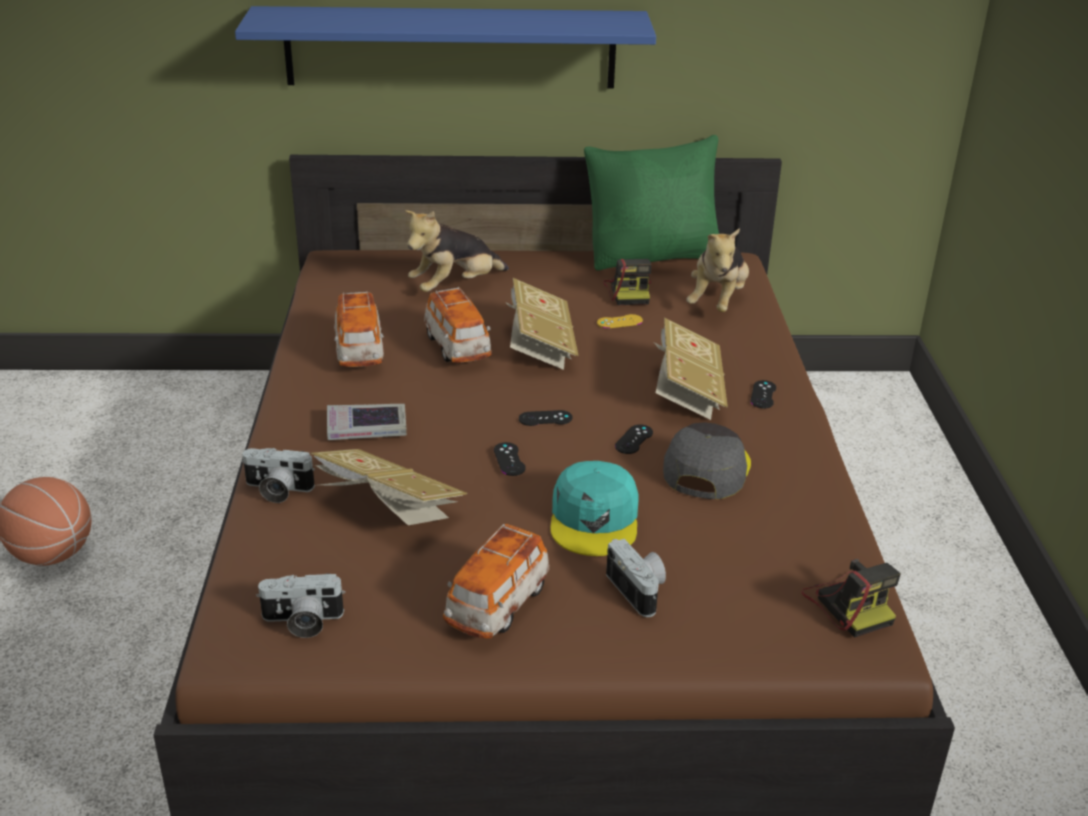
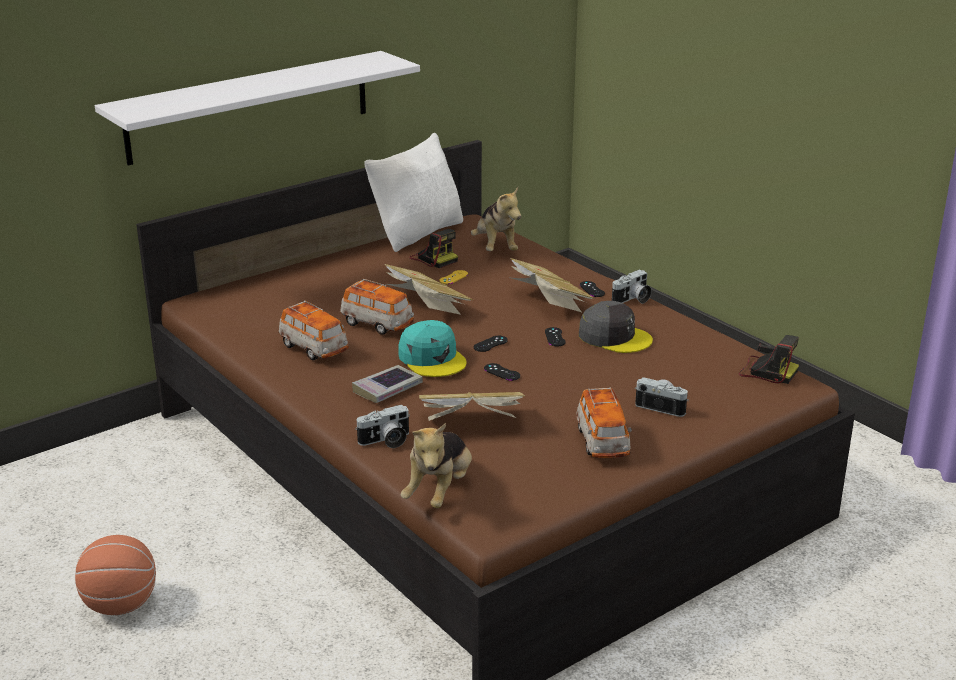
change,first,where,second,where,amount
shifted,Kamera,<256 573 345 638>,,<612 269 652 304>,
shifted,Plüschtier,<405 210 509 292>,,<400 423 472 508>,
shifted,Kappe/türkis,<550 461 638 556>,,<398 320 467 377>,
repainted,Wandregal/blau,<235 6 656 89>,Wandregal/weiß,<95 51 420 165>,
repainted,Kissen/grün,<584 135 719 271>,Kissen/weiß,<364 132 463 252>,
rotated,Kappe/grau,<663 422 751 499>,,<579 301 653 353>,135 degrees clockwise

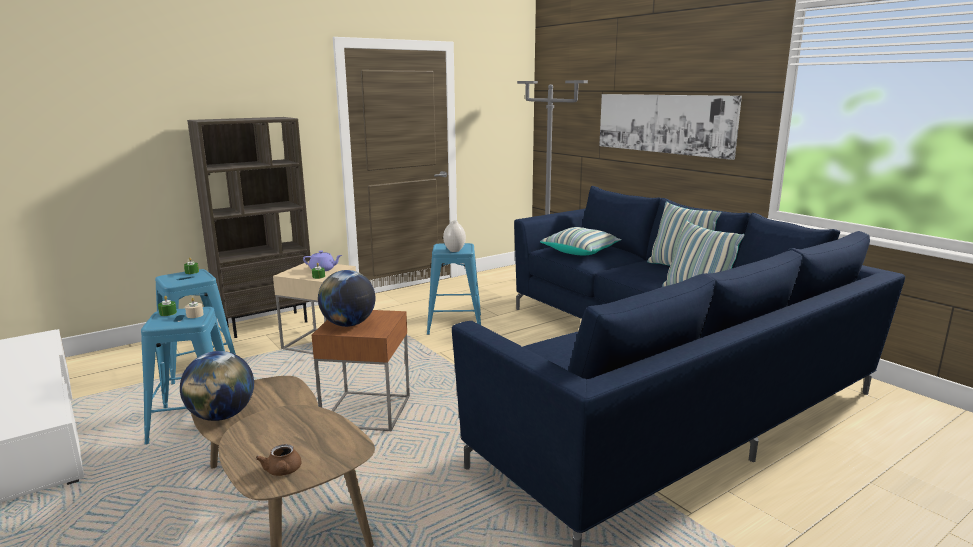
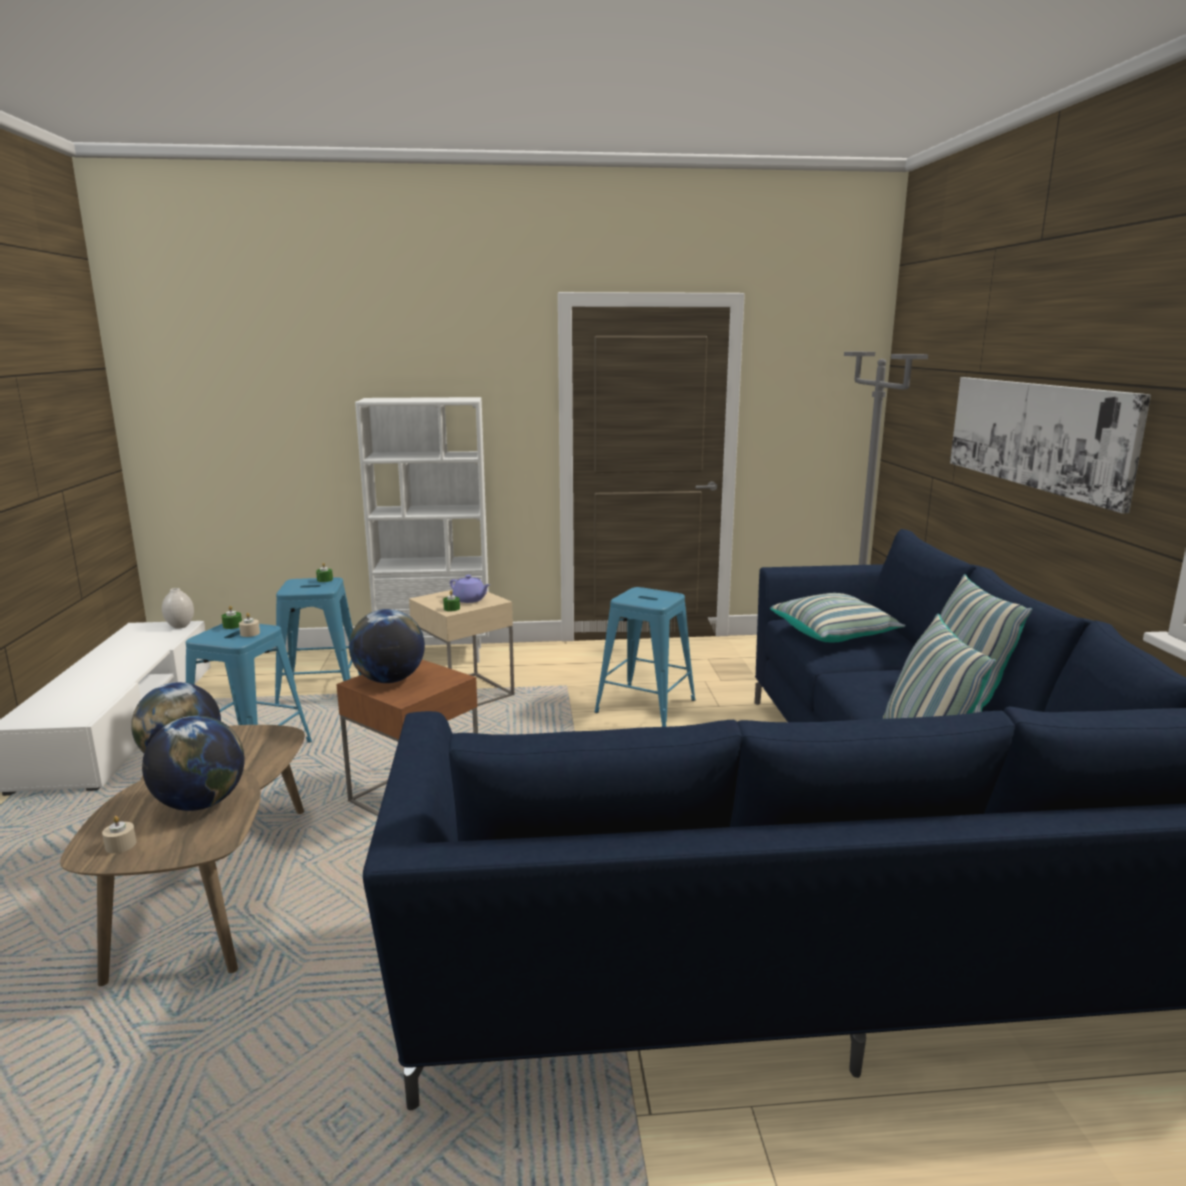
change,first,where,second,where,amount
new,,,Globus,<142 716 245 811>,
shifted,Vase/weiß,<443 220 466 252>,,<162 588 194 629>,
swapped,Teekanne/braun,<256 444 301 476>,Kerze/beige,<102 816 137 853>,
repainted,Bücherregal/braun,<187 117 311 338>,Bücherregal/weiß,<355 397 489 663>,

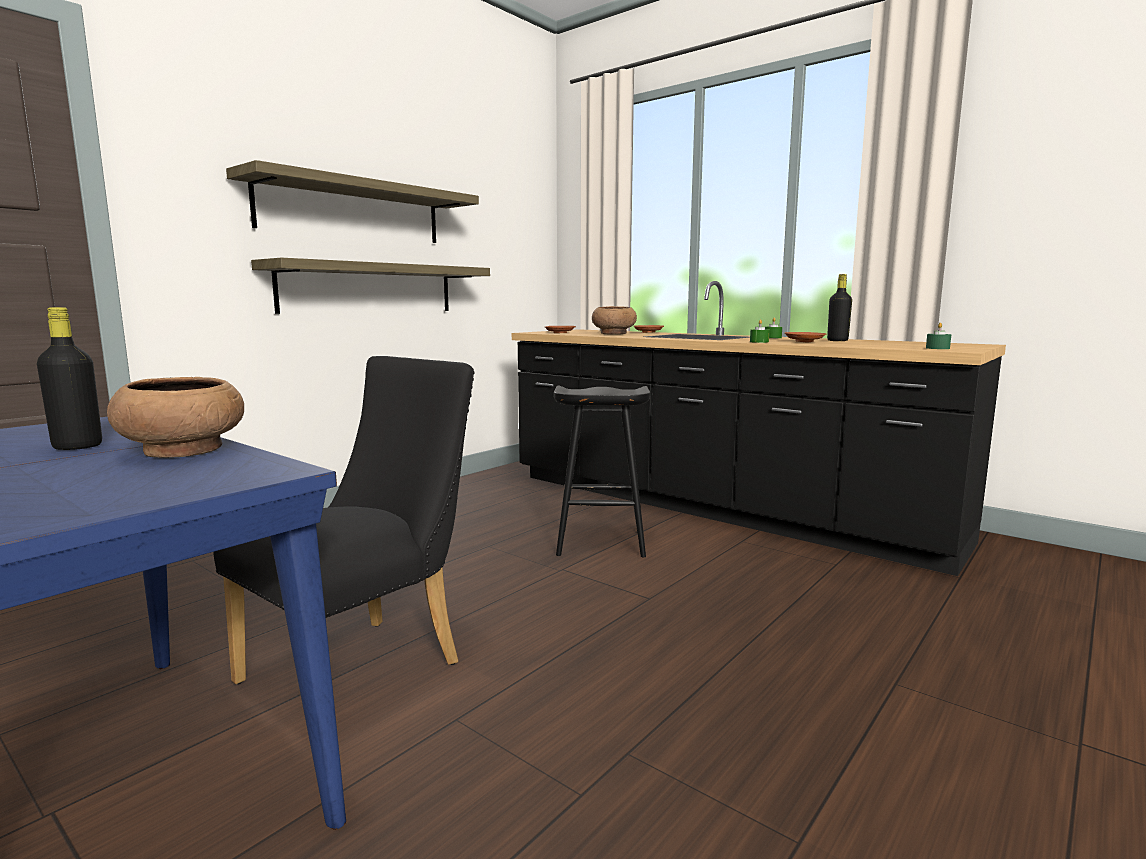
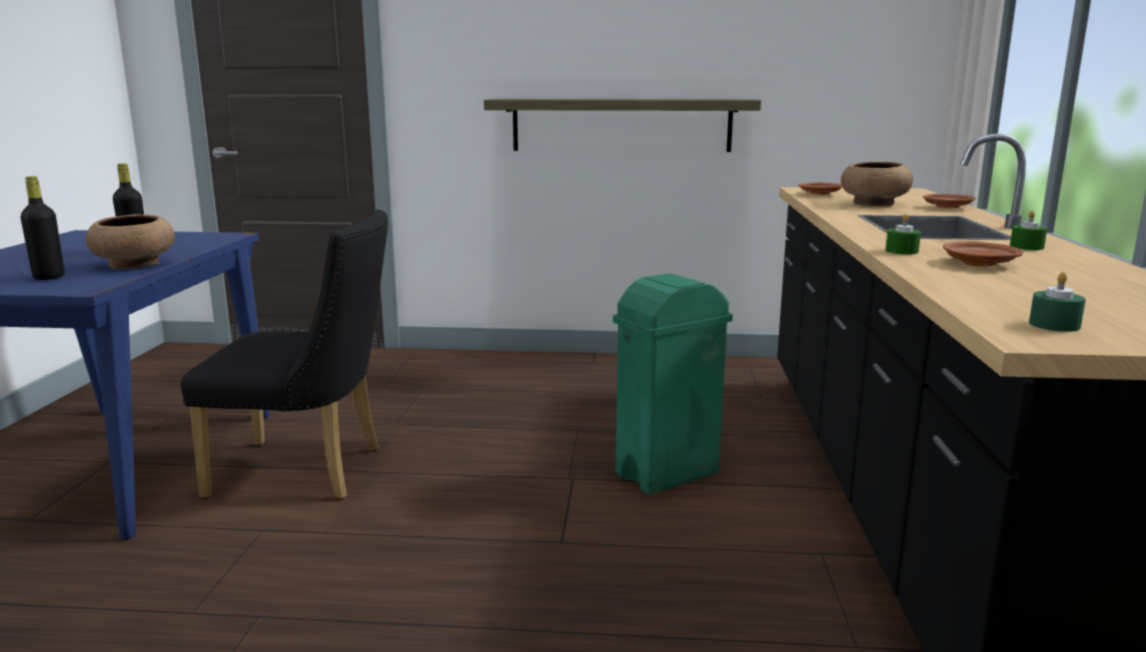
change,first,where,second,where,amount
gone,Wandregal,<226 160 479 243>,,,
shifted,Flasche/schwarz,<827 274 852 341>,,<20 176 64 280>,
swapped,Hocker/schwarz,<554 385 650 557>,Mülleimer/grün,<613 273 733 495>,

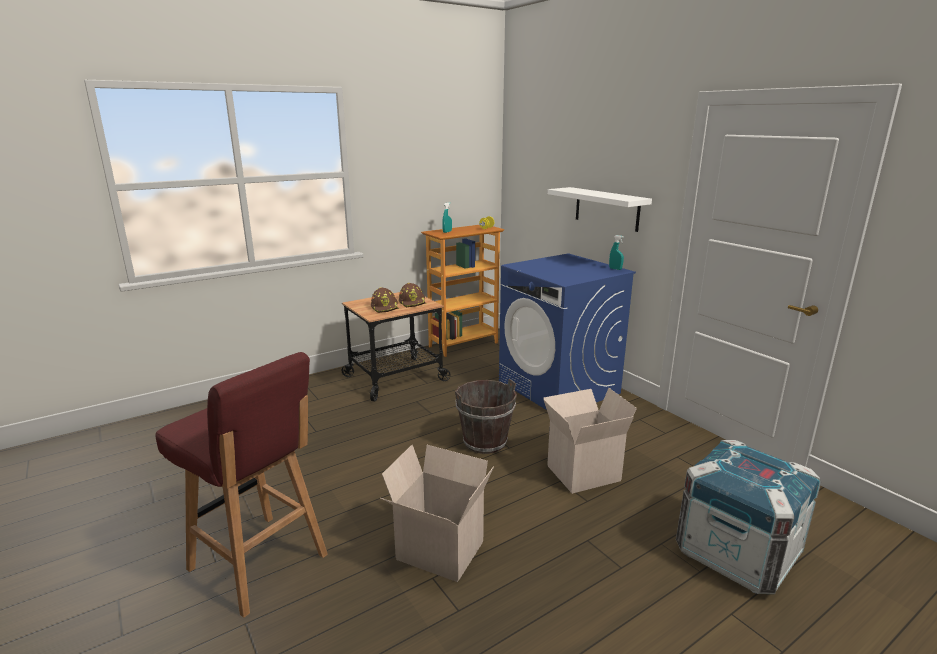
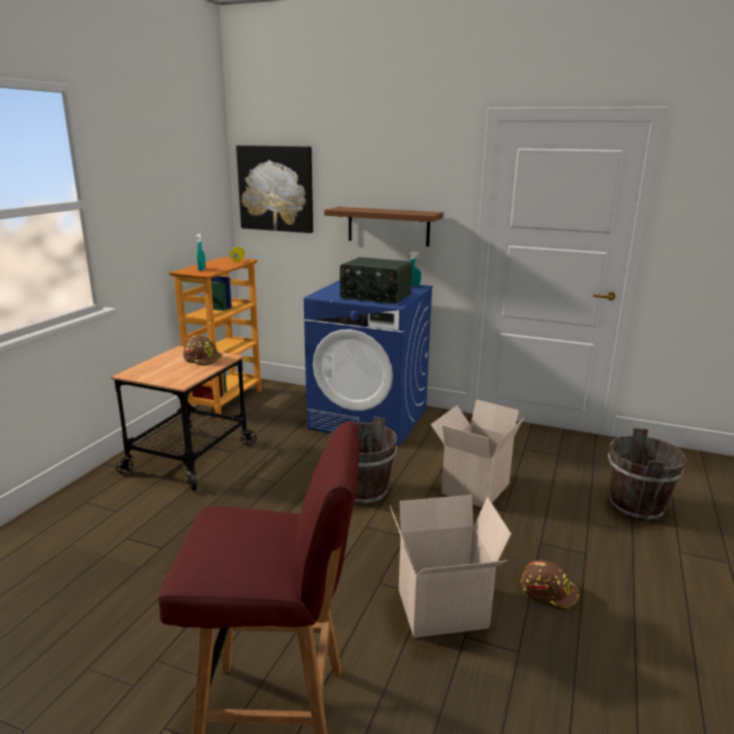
change,first,where,second,where,amount
new,,,Bild,<236 145 313 233>,
new,,,Radio,<340 257 412 304>,
shifted,Schutzhelm/braun,<371 287 399 313>,,<521 560 579 611>,
swapped,Kiste,<676 440 821 594>,Eimer/braun,<608 428 687 521>,
repainted,Wandregal/weiß,<548 187 652 232>,Wandregal/braun,<324 207 443 247>,

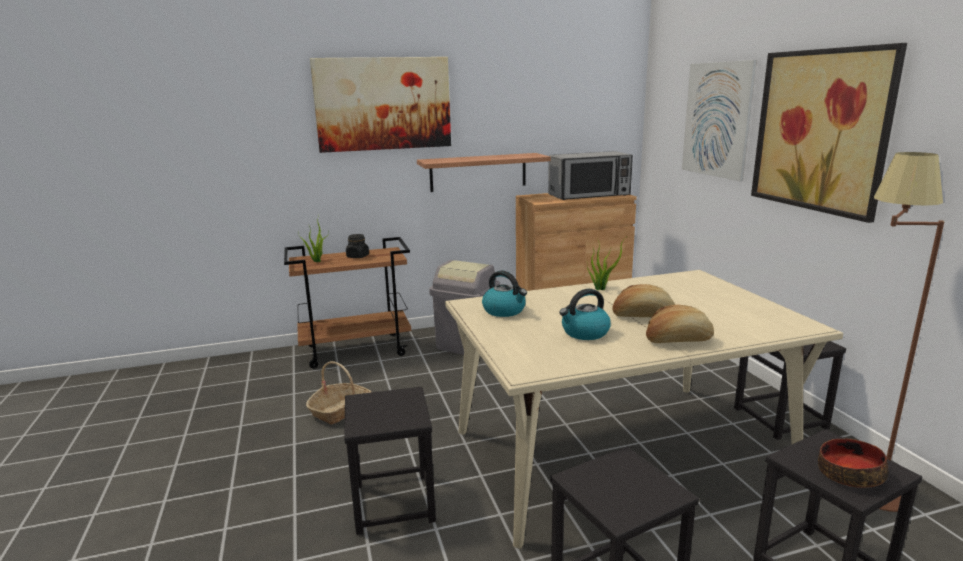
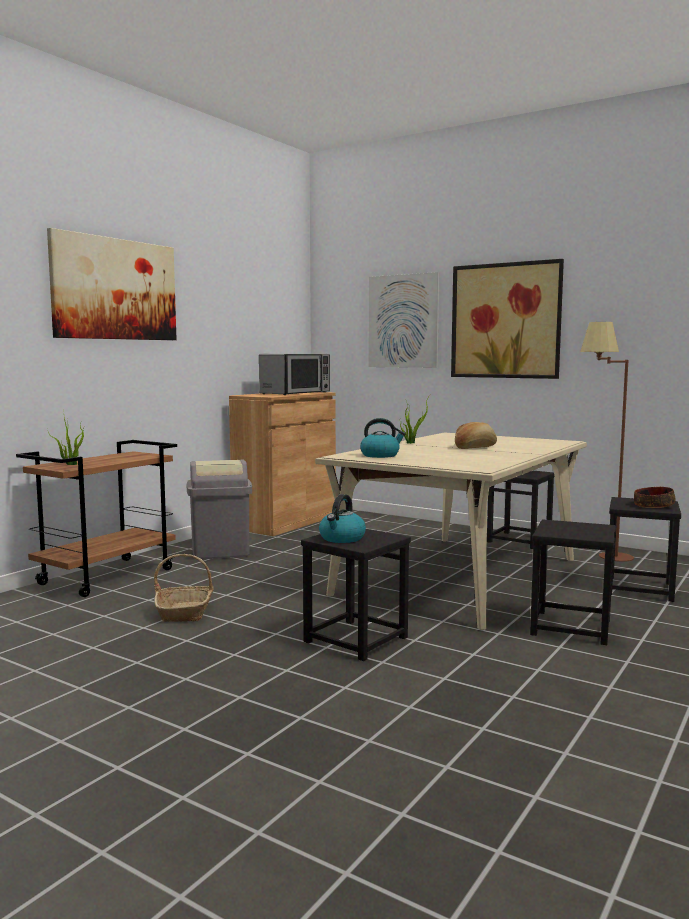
change,first,where,second,where,amount
gone,Vorratsglas/schwarz,<346 234 369 258>,,,
gone,Wandregal,<417 153 551 192>,,,
gone,Brot,<646 305 714 343>,,,
shifted,Wasserkessel,<559 289 611 340>,,<319 494 366 543>,

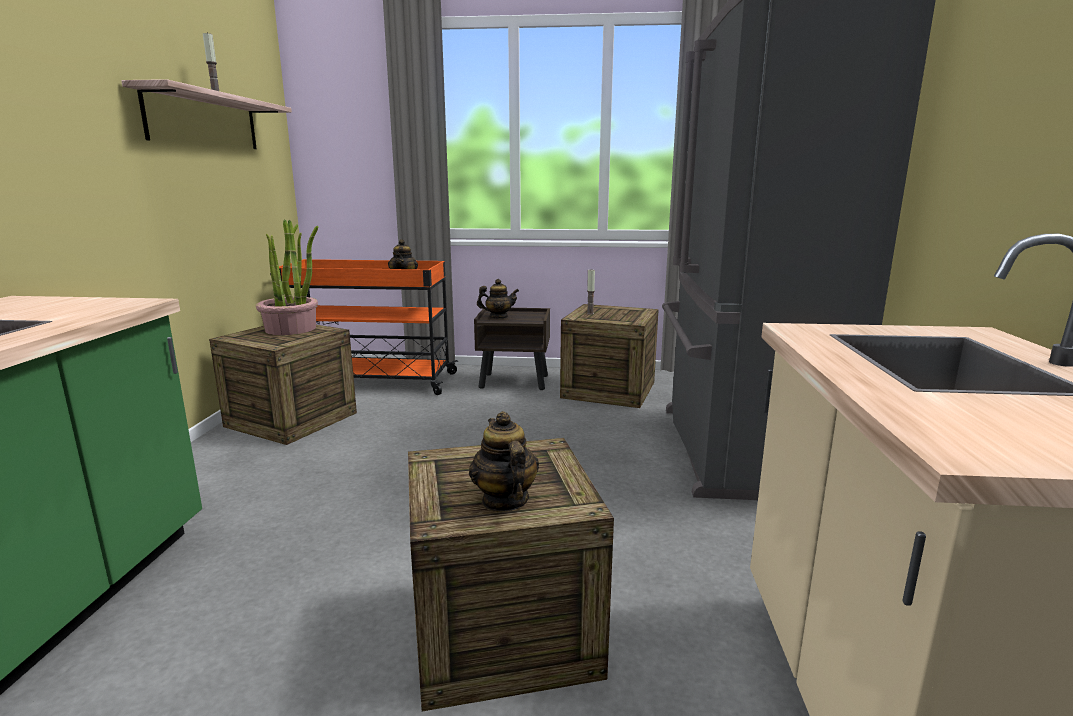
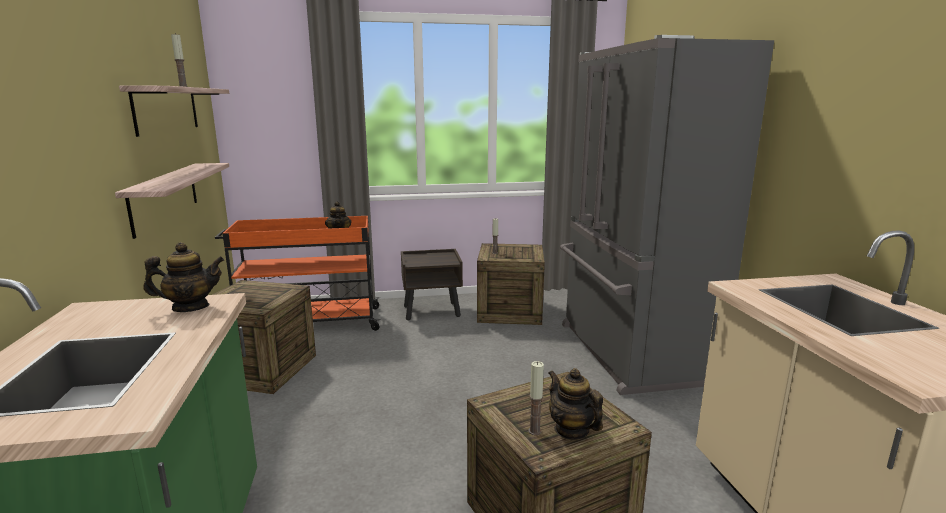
change,first,where,second,where,amount
gone,Topfpflanze,<256 219 318 335>,,,
new,,,Wandregal,<115 163 229 239>,
new,,,Kerze,<528 361 544 435>,
shifted,Teekanne,<477 279 519 318>,,<144 242 224 312>,

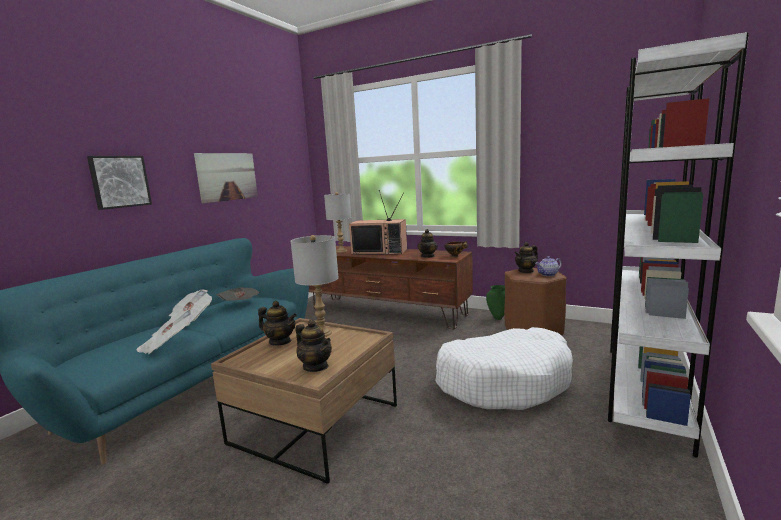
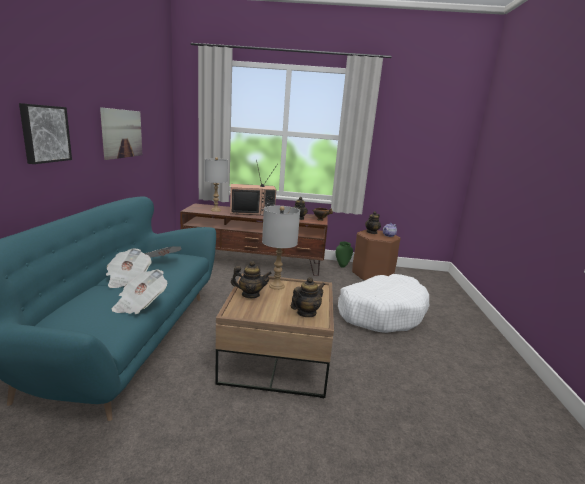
change,first,where,second,where,amount
gone,Bücherregal/weiß,<608 32 749 458>,,,
rotated,Teekanne,<295 320 332 372>,,<291 277 325 317>,60 degrees counterclockwise

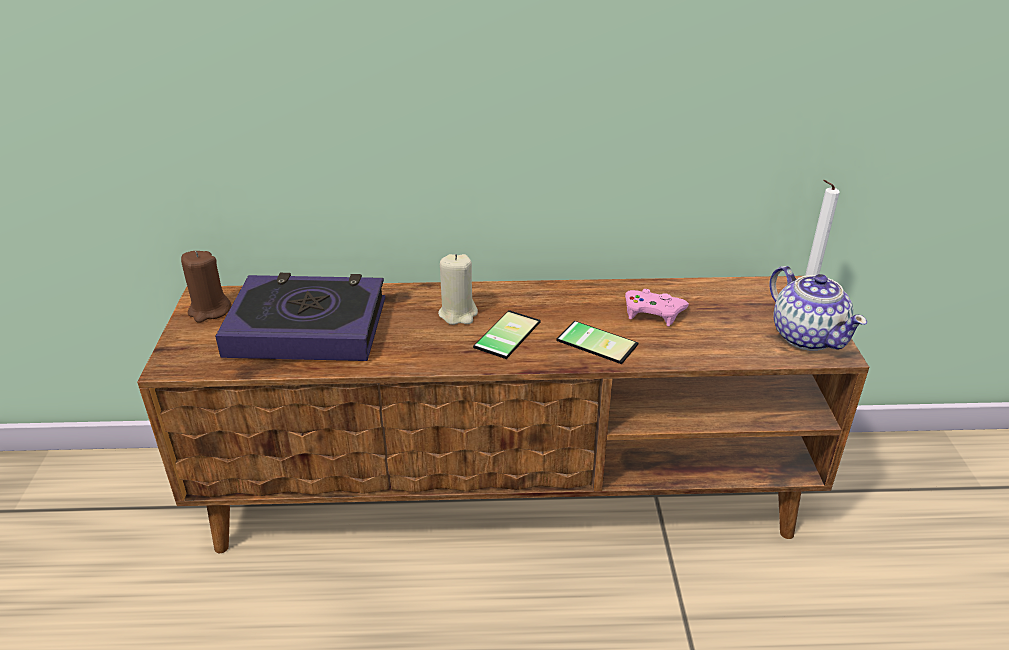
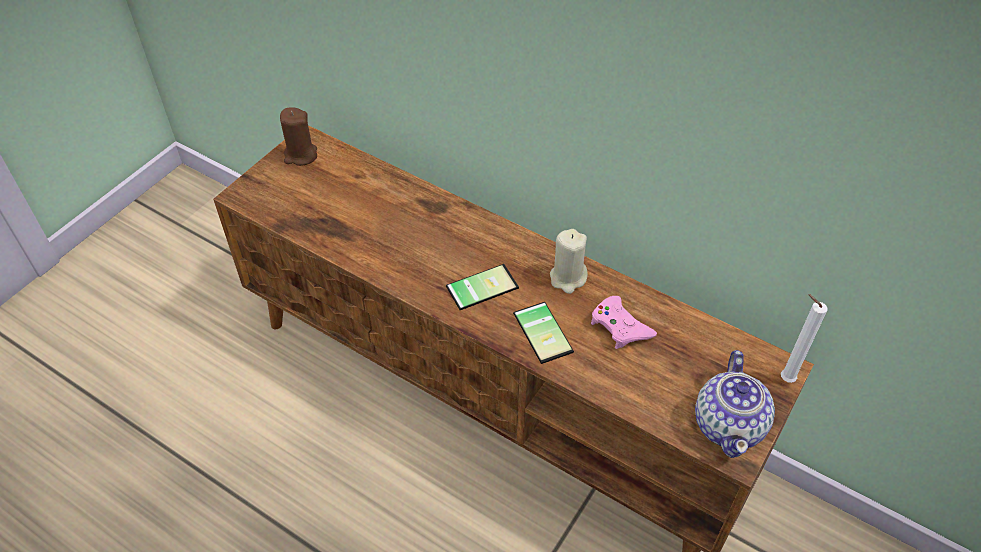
change,first,where,second,where,amount
gone,Buch,<215 273 385 361>,,,
shifted,Kerze/beige,<438 254 478 325>,,<550 229 588 294>,

